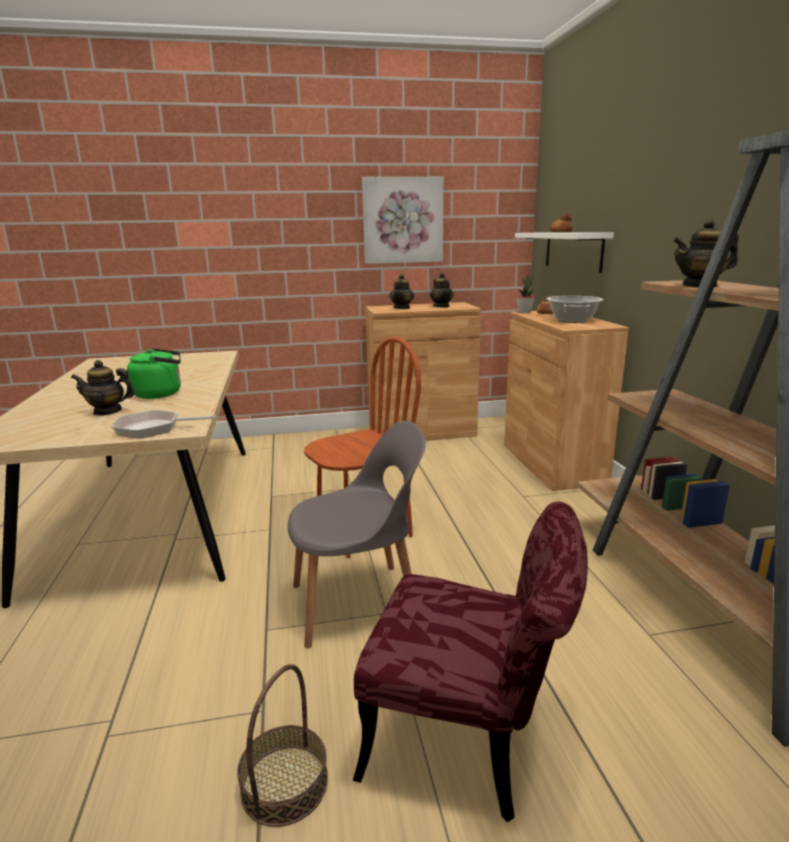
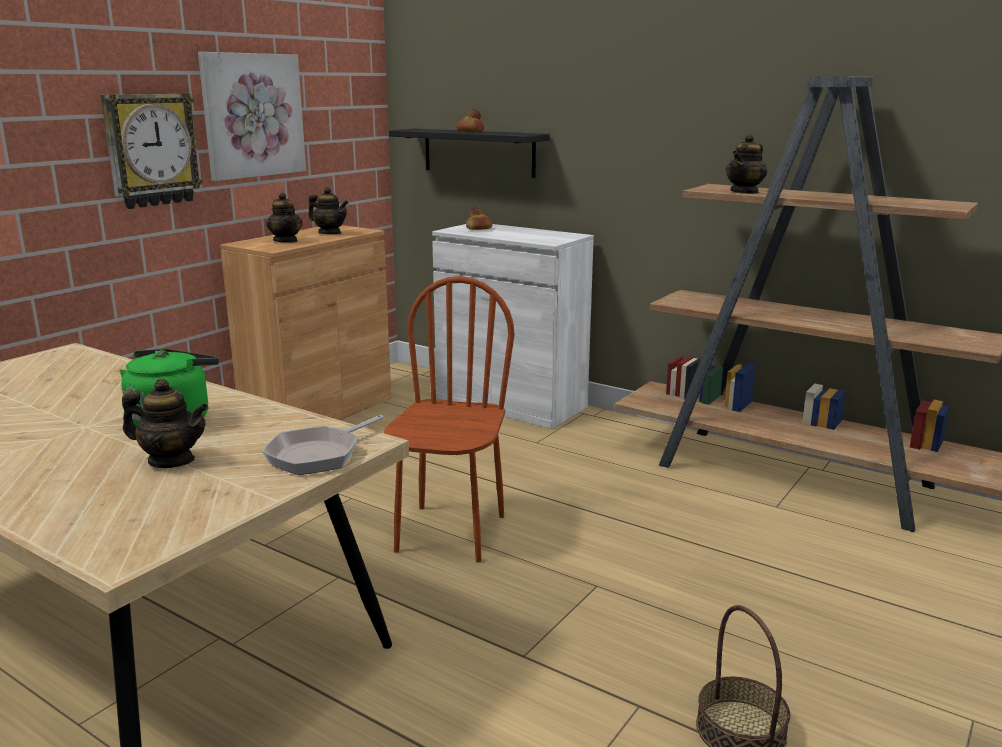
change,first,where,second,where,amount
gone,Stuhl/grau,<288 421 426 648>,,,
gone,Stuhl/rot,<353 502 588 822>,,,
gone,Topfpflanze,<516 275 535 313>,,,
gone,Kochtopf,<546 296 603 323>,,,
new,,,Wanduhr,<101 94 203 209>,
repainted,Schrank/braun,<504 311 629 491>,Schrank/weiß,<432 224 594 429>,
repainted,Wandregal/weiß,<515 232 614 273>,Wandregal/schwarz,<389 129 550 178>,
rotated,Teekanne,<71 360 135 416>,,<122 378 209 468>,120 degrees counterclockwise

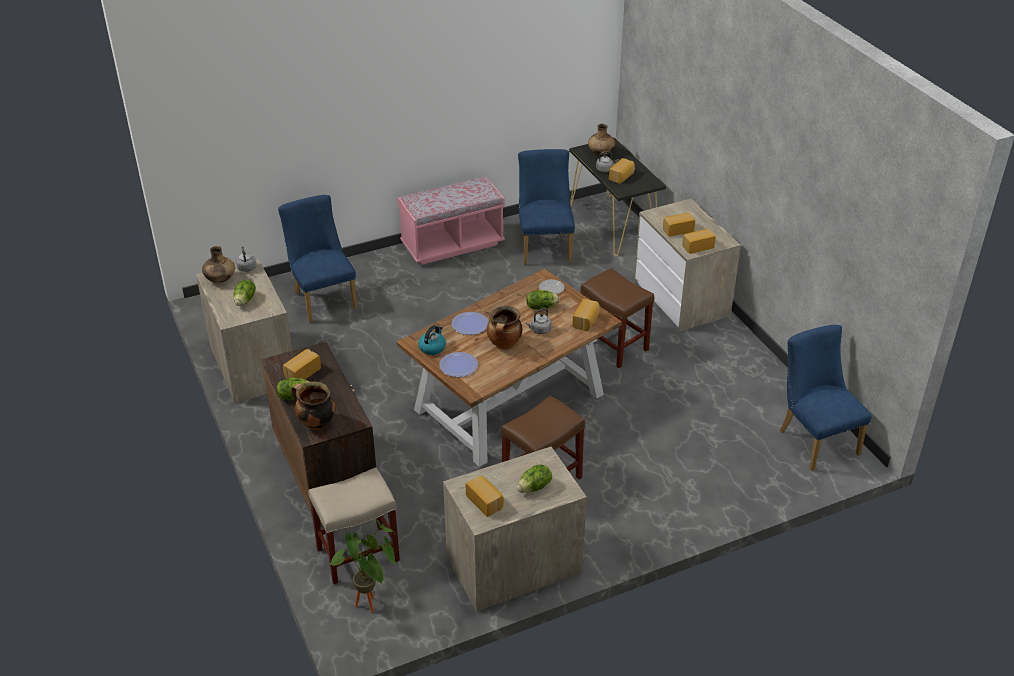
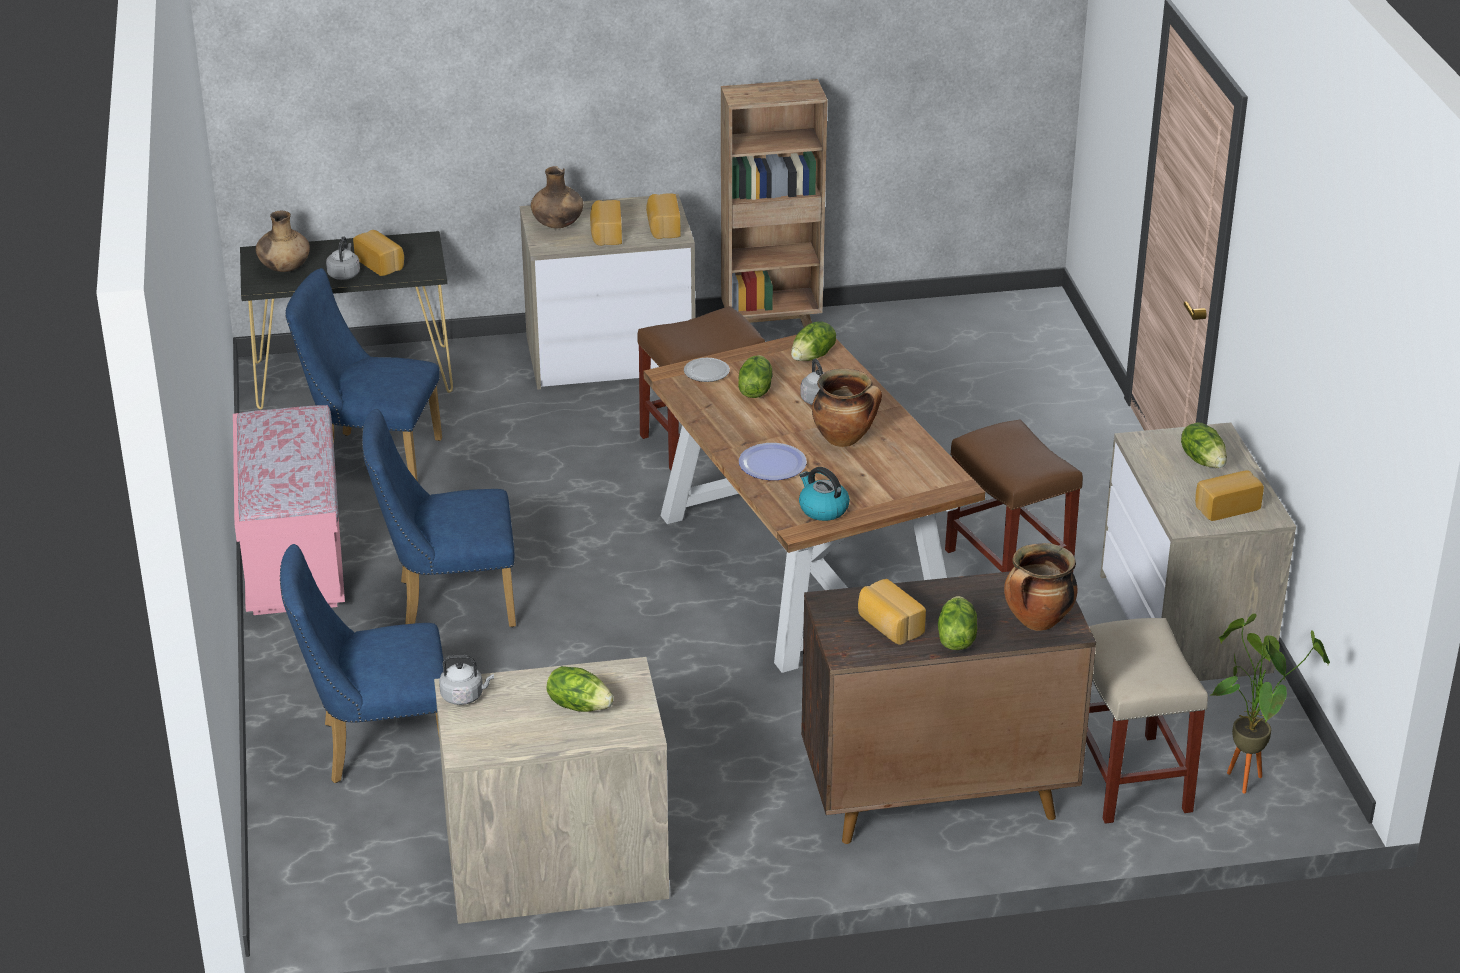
change,first,where,second,where,amount
gone,Teller,<439 352 478 377>,,,
new,,,Bücherregal/braun,<721 79 828 327>,
shifted,Vase/braun,<202 246 235 283>,,<531 166 583 228>,
shifted,Stuhl/blau,<780 325 872 471>,,<362 409 516 627>,
swapped,Brot,<573 299 600 331>,Salatkopf,<791 321 836 361>,

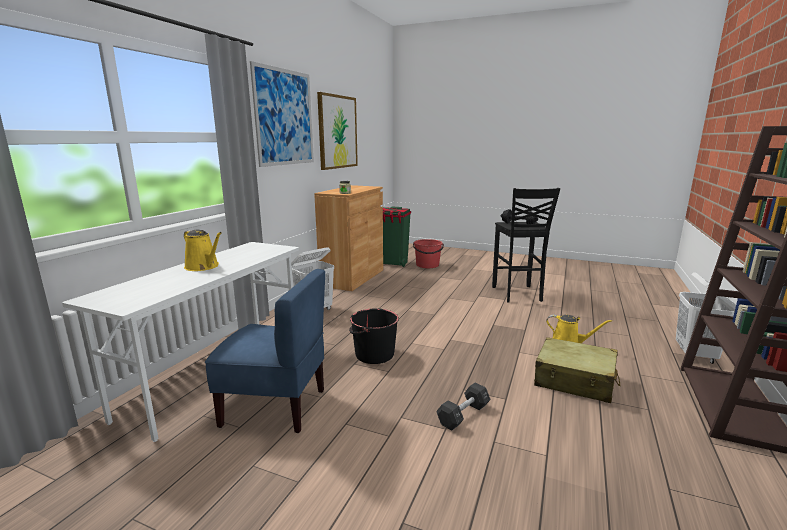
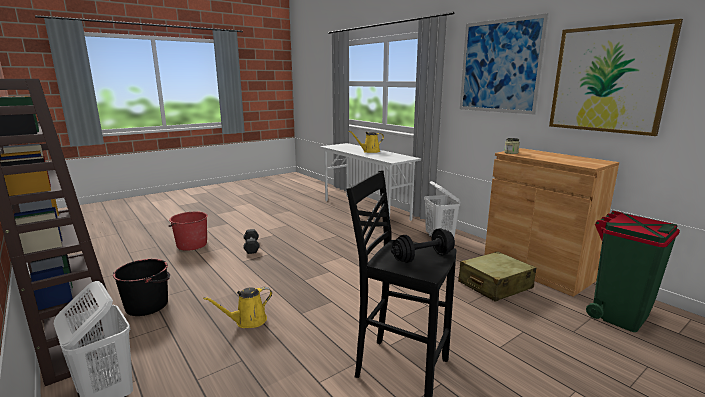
change,first,where,second,where,amount
gone,Stuhl/blau,<205 269 325 433>,,,
shifted,Eimer/schwarz,<349 308 399 364>,,<113 259 170 316>,
shifted,Eimer/rot,<413 239 444 268>,,<169 211 208 251>,
shifted,Koffer/beige,<534 337 621 403>,,<458 251 536 302>,

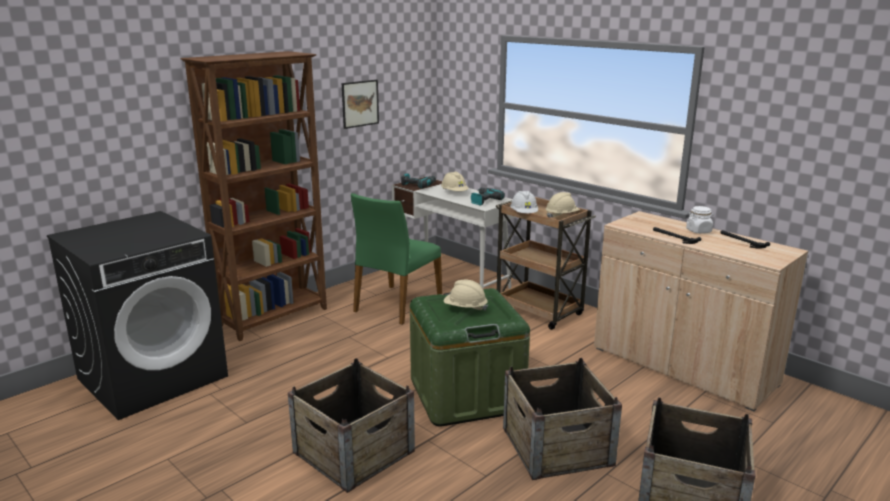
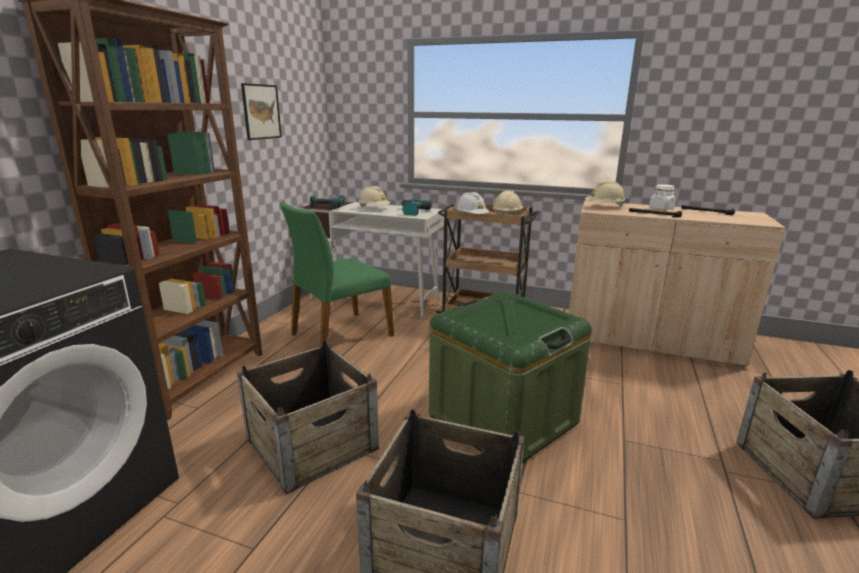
change,first,where,second,where,amount
shifted,Schutzhelm/beige,<443 280 488 311>,,<585 180 625 207>,
shifted,Kiste,<503 358 622 480>,,<237 340 379 495>,
rotated,Stuhl/grün,<351 193 442 325>,,<280 202 394 346>,45 degrees clockwise

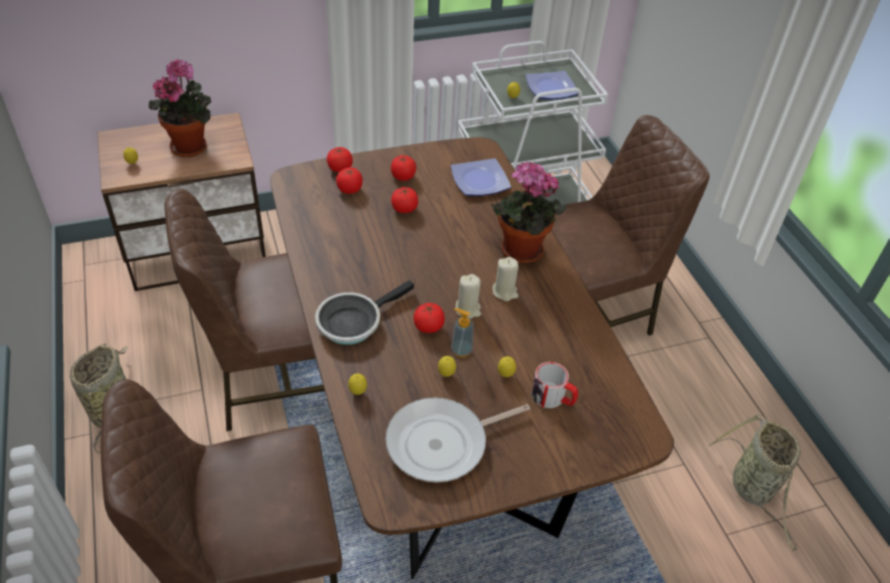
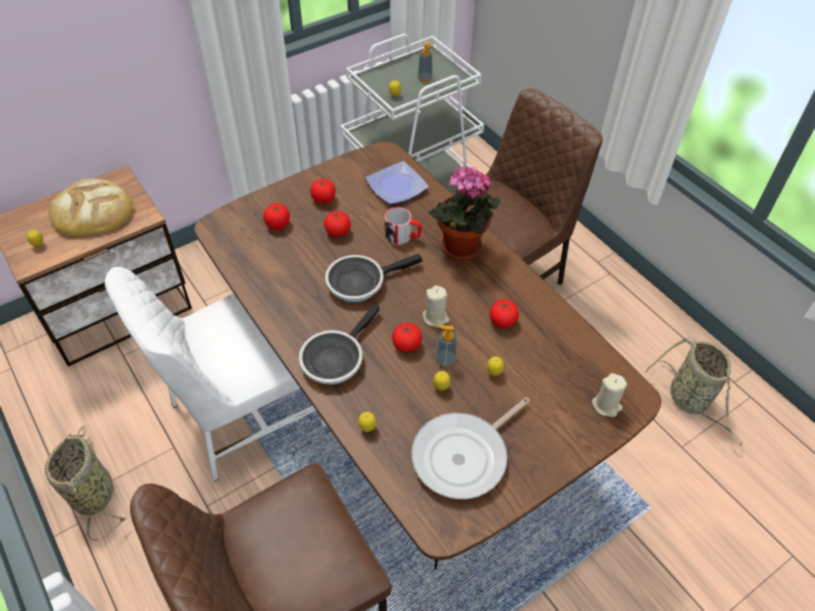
change,first,where,second,where,amount
new,,,Pfanne,<325 254 422 303>,
shifted,Tomate,<327 147 353 172>,,<490 299 519 328>,
shifted,Kerze/beige,<493 257 519 301>,,<592 373 627 417>,
shifted,Henkelbecher,<531 362 578 408>,,<385 207 422 245>,
swapped,Topfpflanze,<149 59 211 157>,Brot,<48 179 134 236>,
swapped,Teller,<526 71 578 99>,Seifenspender,<418 42 433 82>,
repainted,Stuhl/braun,<165 189 325 431>,Stuhl/weiß,<105 267 326 482>,

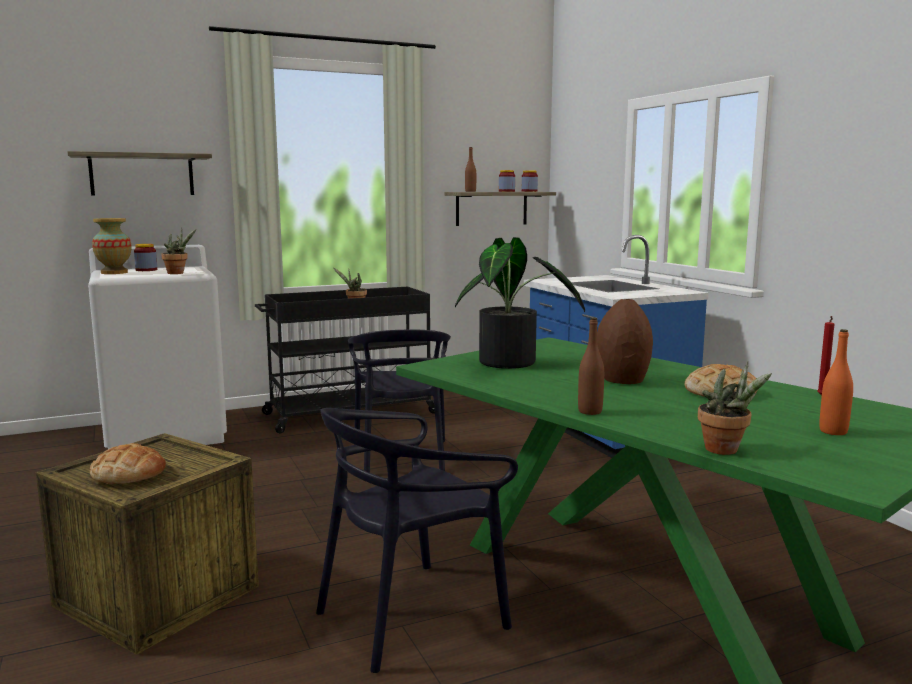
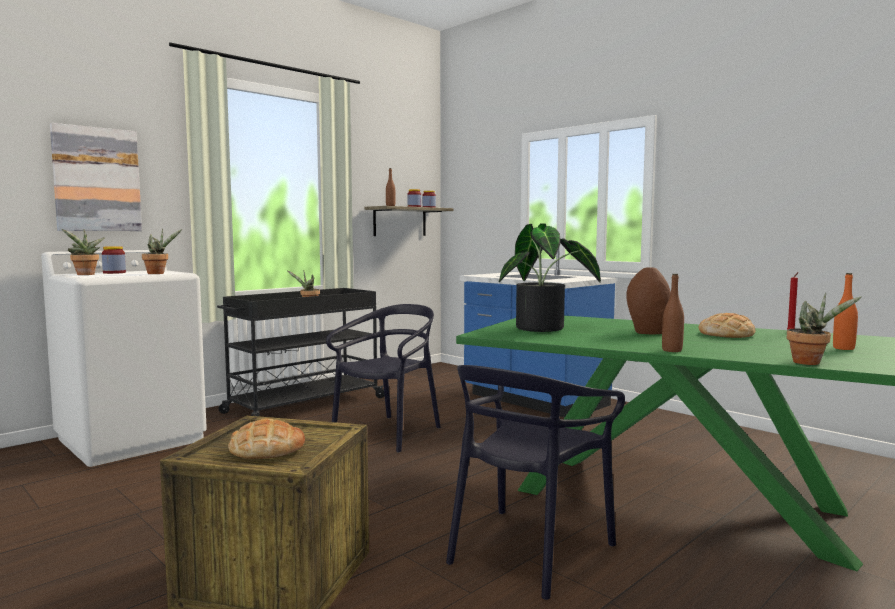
change,first,where,second,where,amount
swapped,Wandregal,<68 151 212 195>,Bild,<50 123 142 231>,
swapped,Vase,<92 218 132 274>,Topfpflanze,<62 229 105 275>,
rotated,Stuhl/schwarz,<348 330 451 473>,,<326 304 441 452>,120 degrees counterclockwise

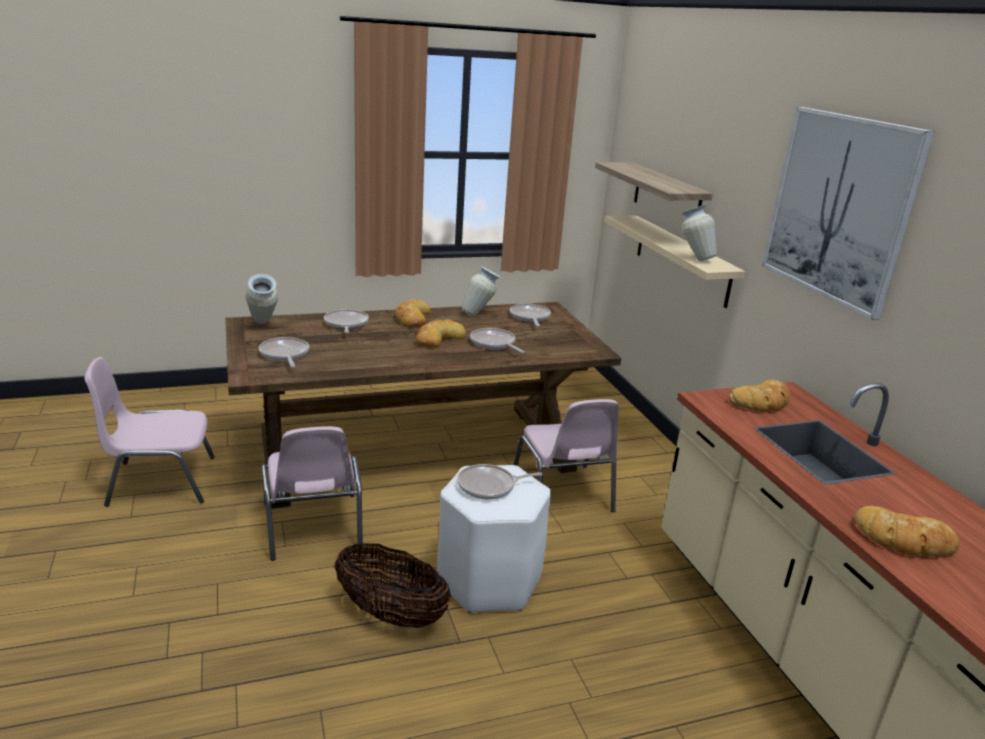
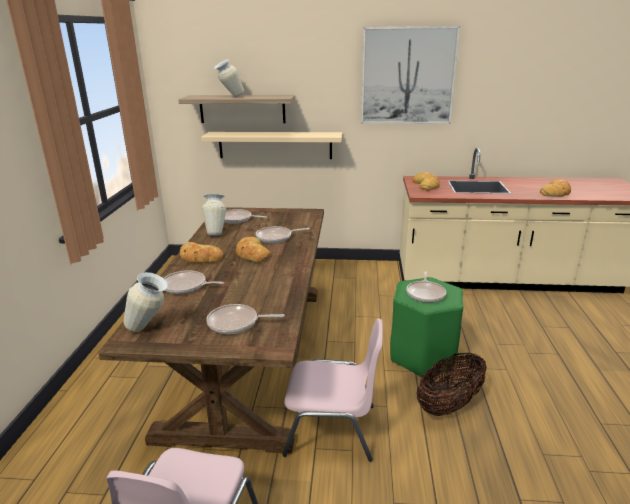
change,first,where,second,where,amount
gone,Stuhl/rosa,<514 399 619 512>,,,
shifted,Vase,<680 204 717 261>,,<214 59 244 97>,
repainted,Hocker/weiß,<437 465 551 613>,Hocker/grün,<390 277 463 377>,

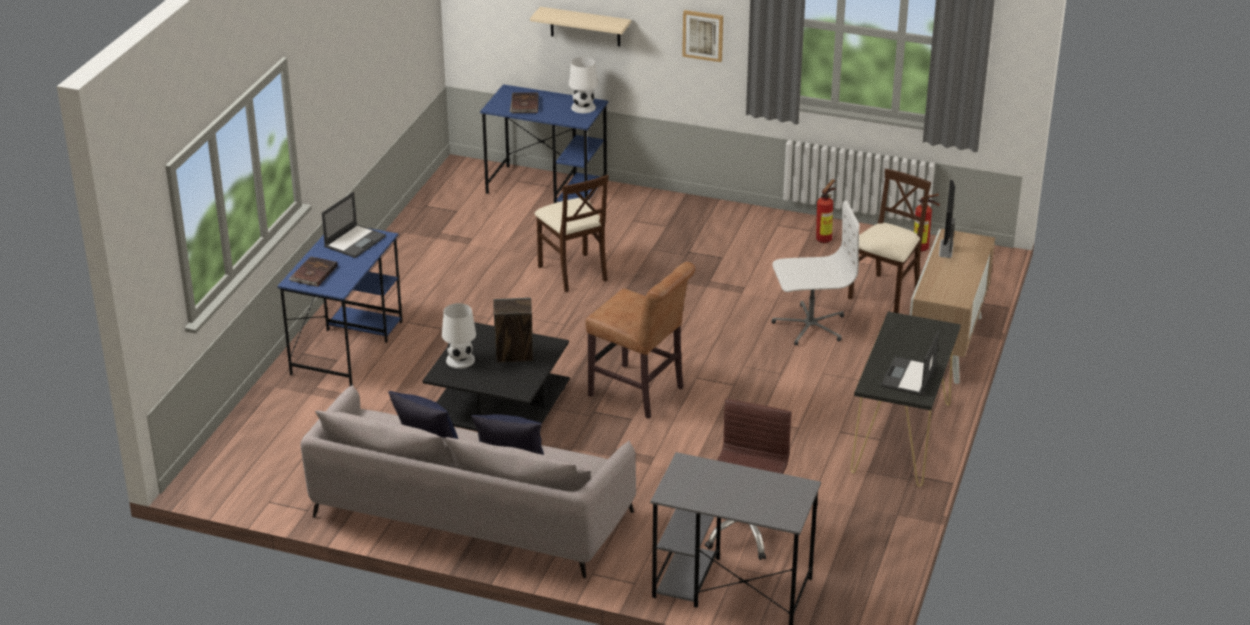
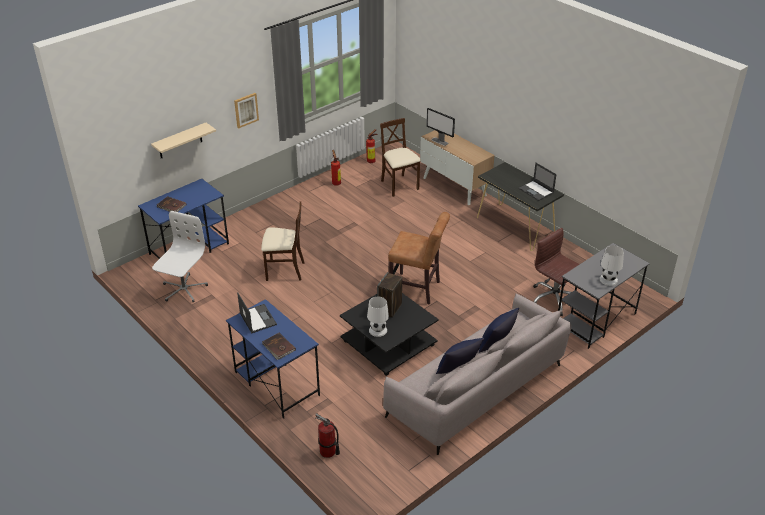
change,first,where,second,where,amount
new,,,Feuerlöscher,<315 413 340 458>,
shifted,Tischlampe/weiß,<569 57 598 113>,,<599 245 624 286>,
shifted,Bürostuhl/weiß,<771 200 860 346>,,<152 211 208 302>,
rotated,Stuhl/braun,<586 262 695 419>,,<388 212 450 305>,45 degrees clockwise

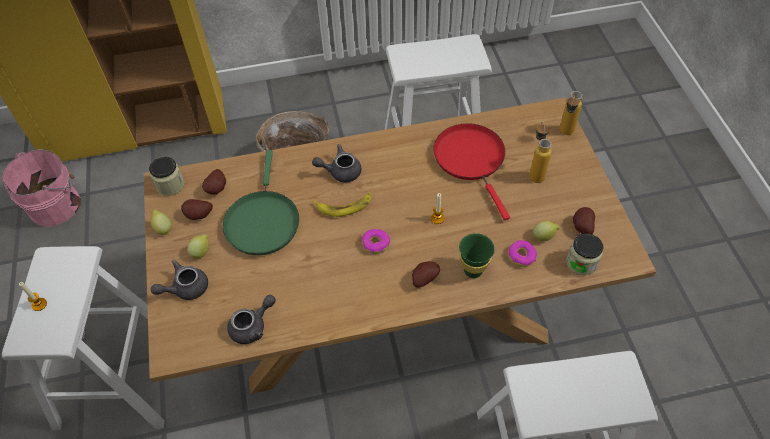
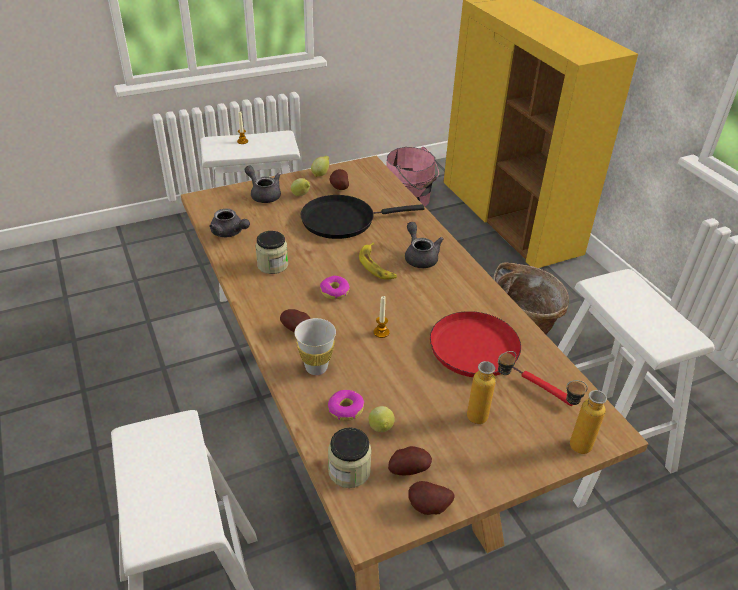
change,first,where,second,where,amount
shifted,Vorratsglas,<149 157 184 196>,,<255 231 288 274>,
shifted,Kartoffel,<202 169 226 195>,,<409 481 455 515>,
repainted,Pfanne/grün,<223 150 299 255>,Pfanne/schwarz,<300 195 425 239>,
repainted,Tasse/grün,<459 233 495 278>,Tasse/weiß,<295 318 336 375>,
rotated,Pfanne/rot,<433 123 510 220>,,<430 311 572 406>,105 degrees counterclockwise

